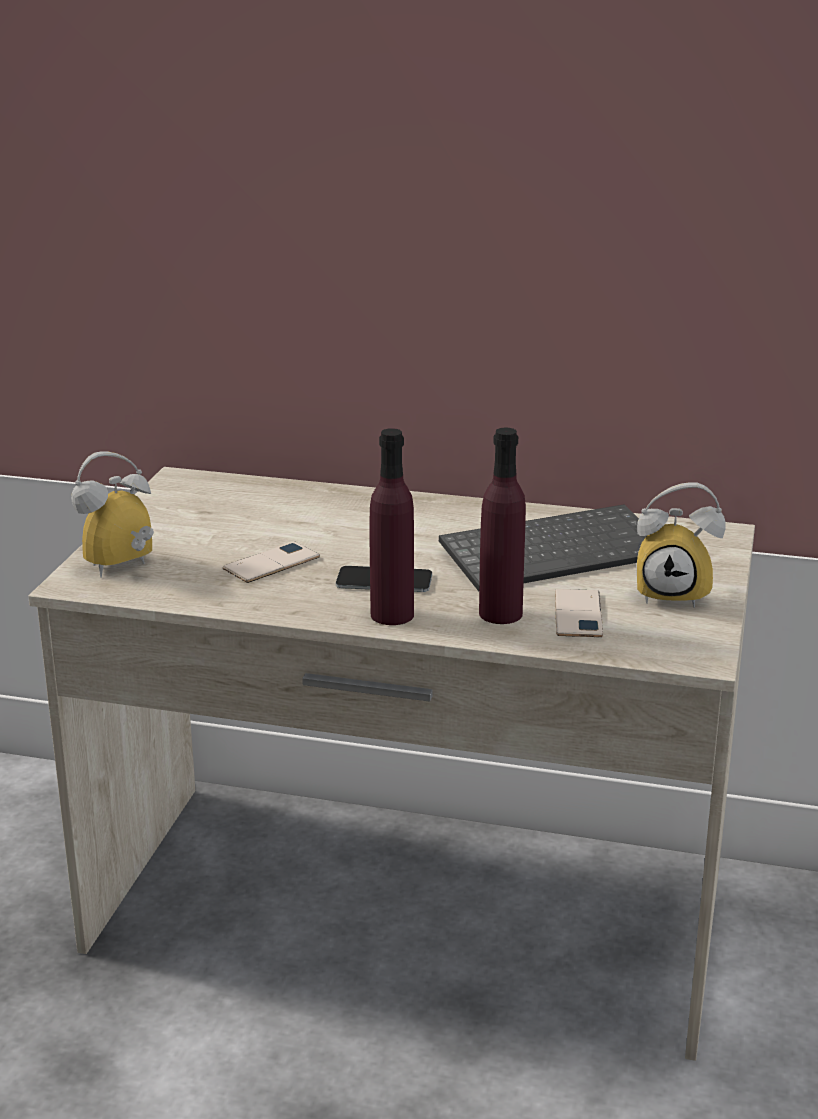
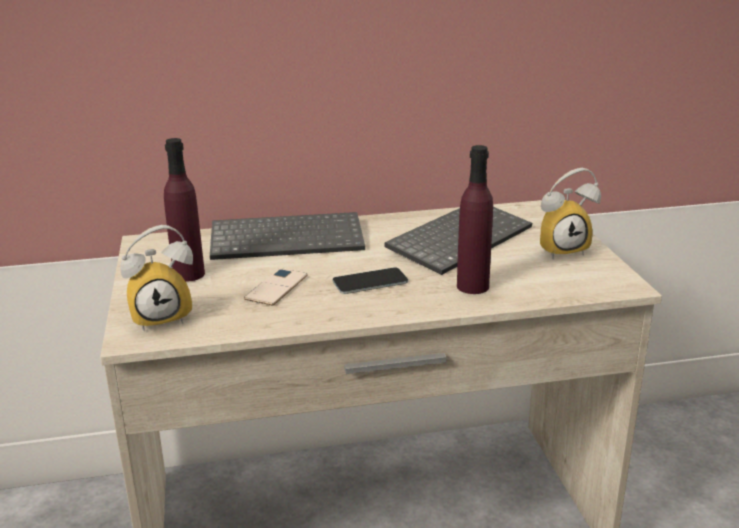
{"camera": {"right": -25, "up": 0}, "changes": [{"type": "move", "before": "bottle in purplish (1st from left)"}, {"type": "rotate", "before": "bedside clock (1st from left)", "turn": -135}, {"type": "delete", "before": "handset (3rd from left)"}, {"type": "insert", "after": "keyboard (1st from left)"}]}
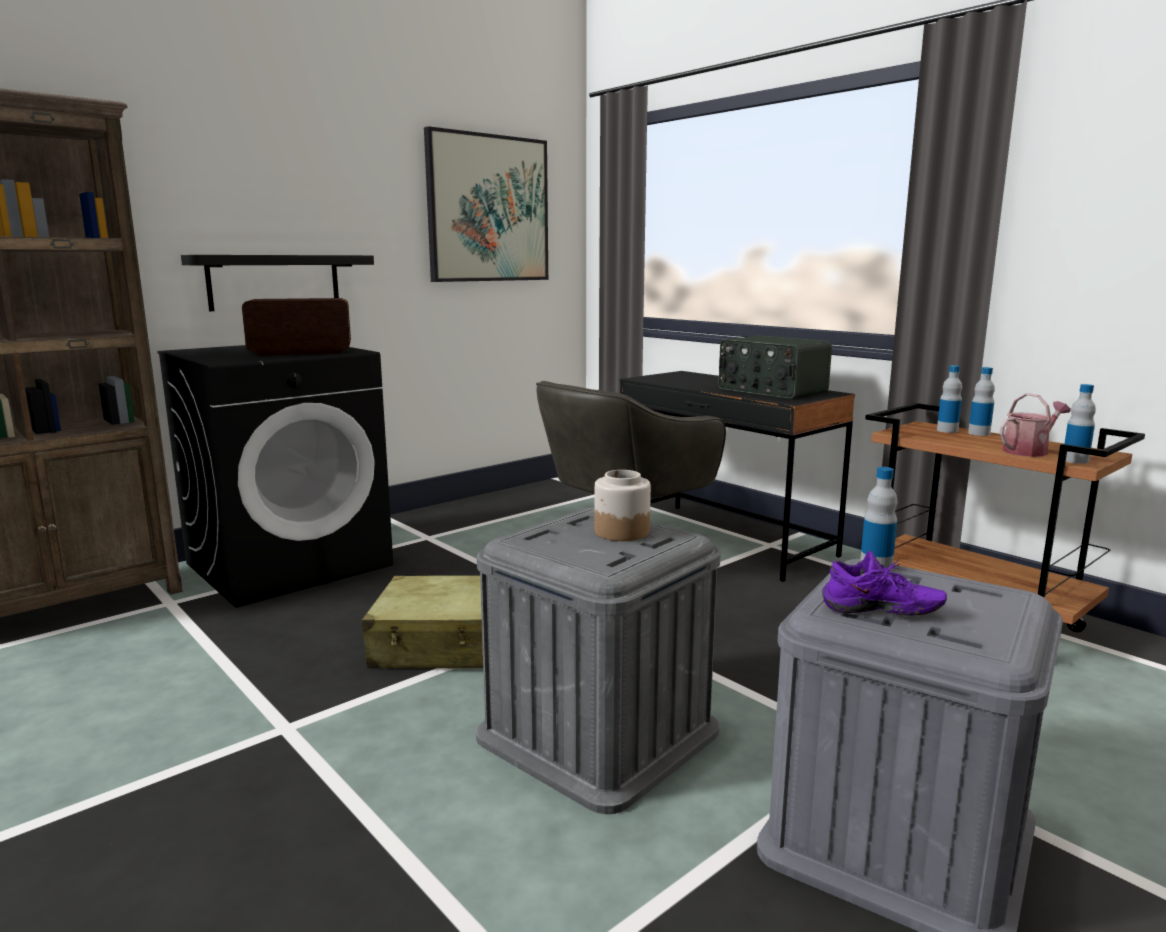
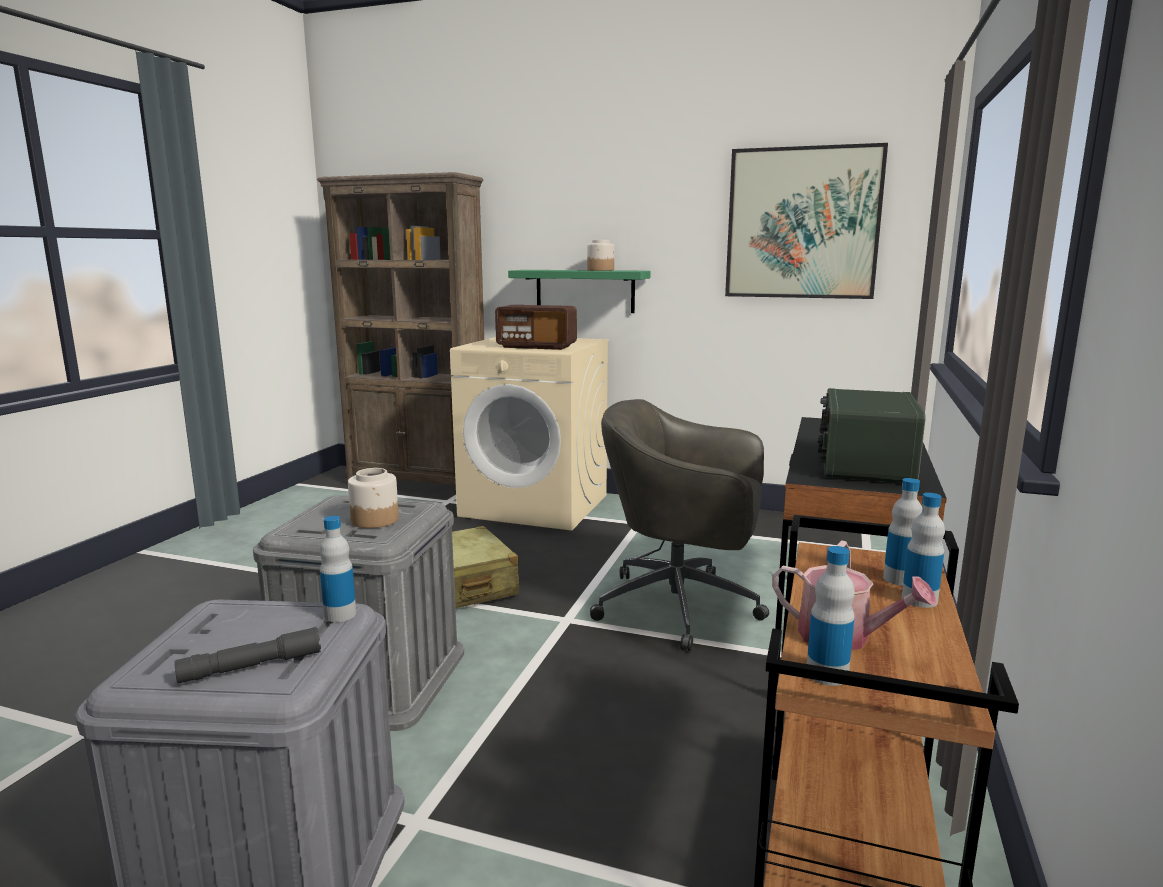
{"camera": {"right": 60, "up": 0}, "changes": [{"type": "recolor", "before": "wall shelf in black", "after": "wall shelf in greenish"}, {"type": "rotate", "before": "radio receiver (1st from left)", "turn": 150}, {"type": "recolor", "before": "laundry appliance in black", "after": "laundry appliance in beige-coloured"}, {"type": "delete", "before": "item of footwear in purplish"}, {"type": "insert", "after": "preserve jar (2nd from left)"}, {"type": "insert", "after": "flashlight in gray"}]}
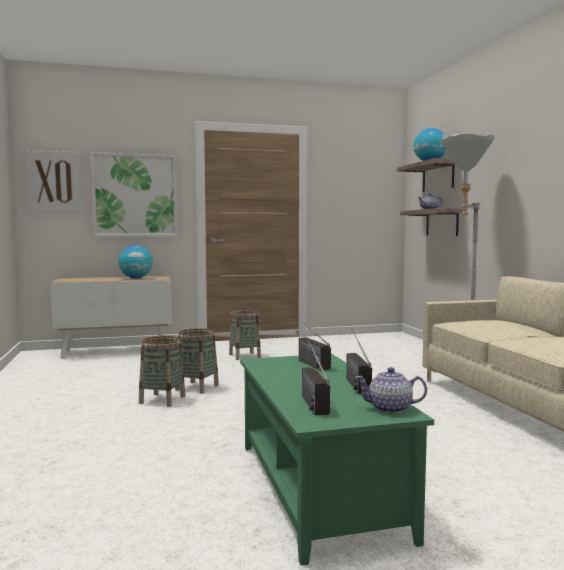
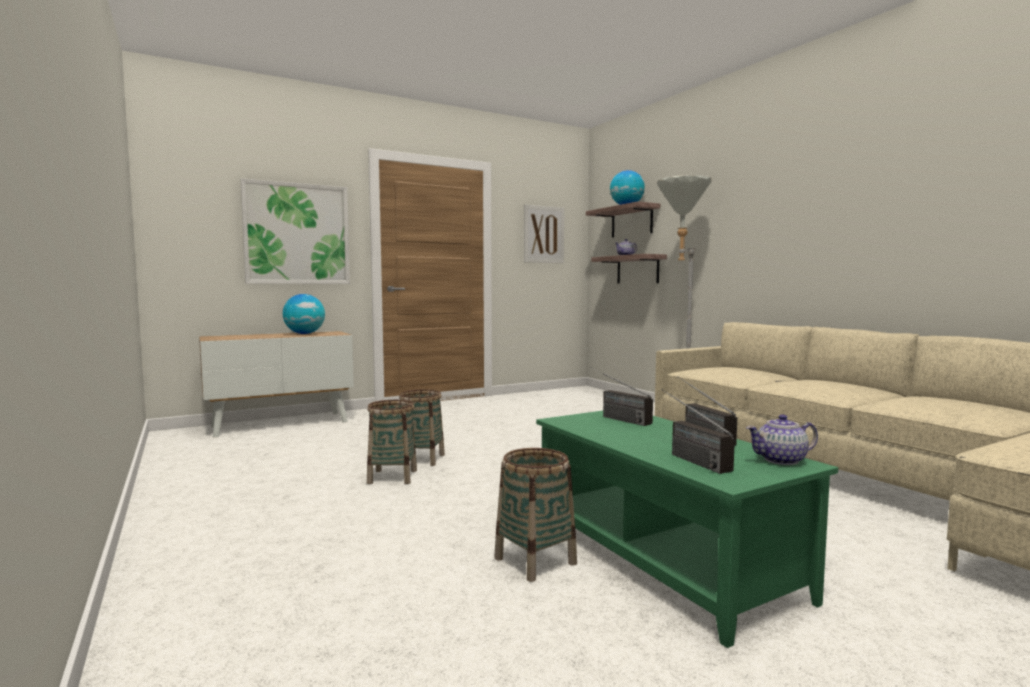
{"camera": {"right": -15, "up": 0}, "changes": [{"type": "move", "before": "wall art (1st from left in the first image)", "after": "wall art (2nd from left)"}, {"type": "move", "before": "storage basket (3rd from left)"}]}
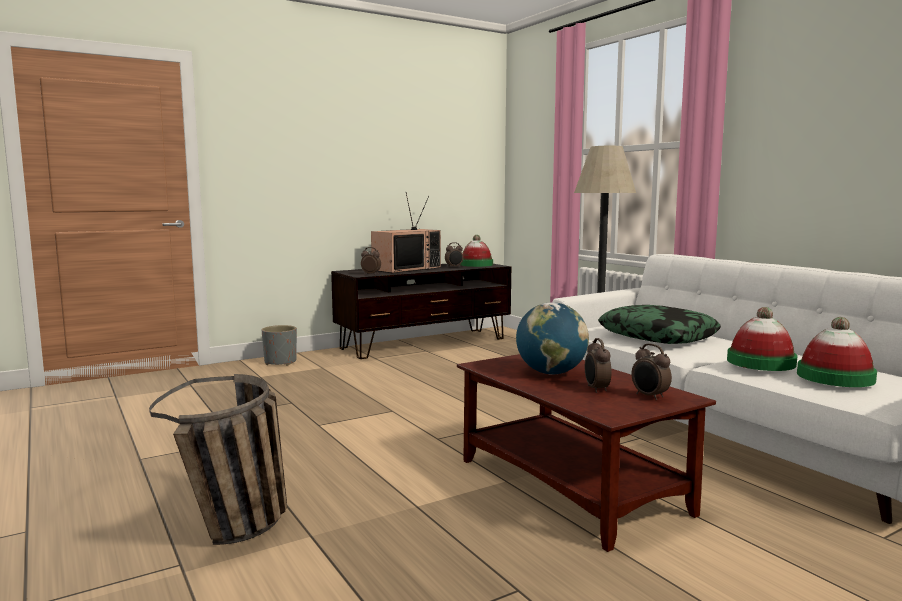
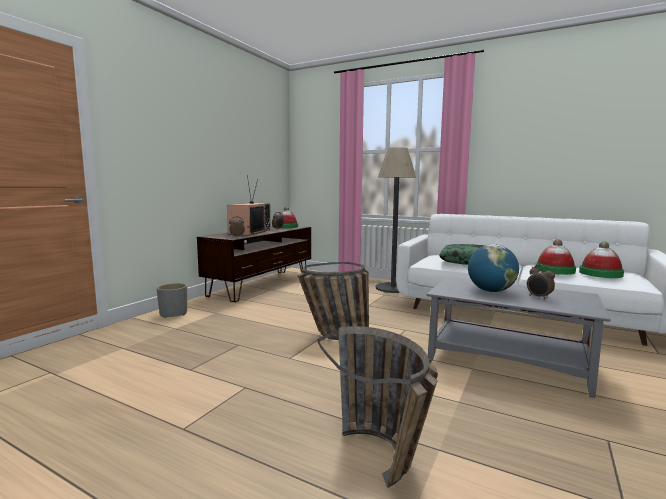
{"camera": {"right": -30, "up": 0}, "changes": [{"type": "delete", "before": "bedside clock (4th from left)"}, {"type": "recolor", "before": "coffee table in brownish", "after": "coffee table in gray"}, {"type": "insert", "after": "storage basket (1st from left)"}]}
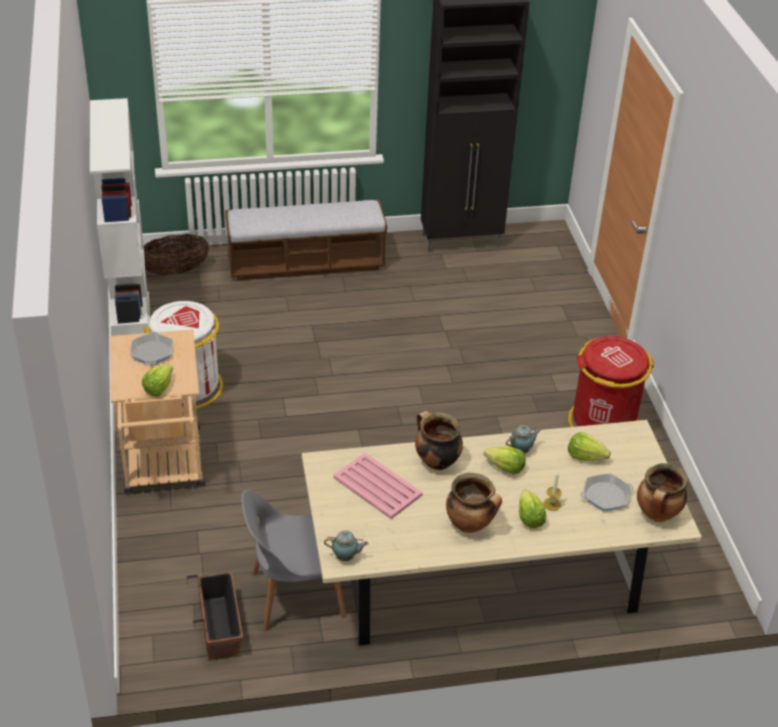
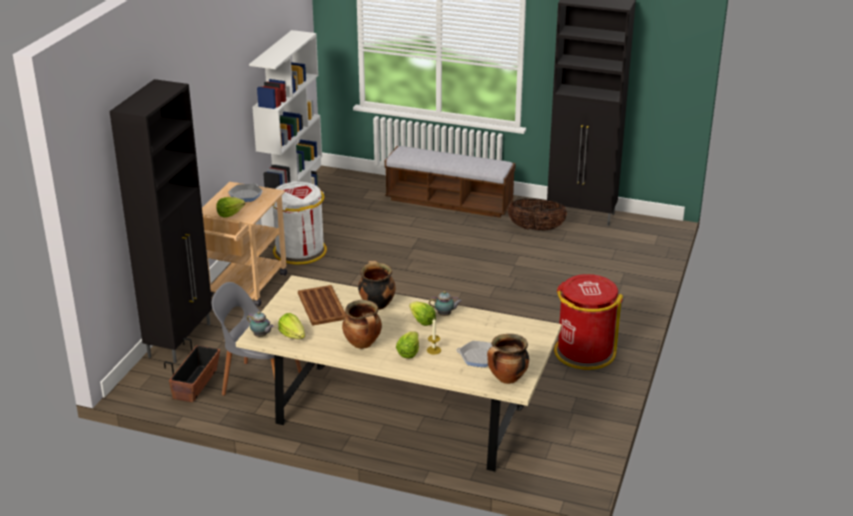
{"camera": {"right": 30, "up": -10}, "changes": [{"type": "move", "before": "storage basket"}, {"type": "move", "before": "lettuce (4th from left in the first image)", "after": "lettuce (2nd from left)"}, {"type": "recolor", "before": "tray in pink-coloured", "after": "tray in brownish"}, {"type": "insert", "after": "cabinet in black (1st from left)"}]}
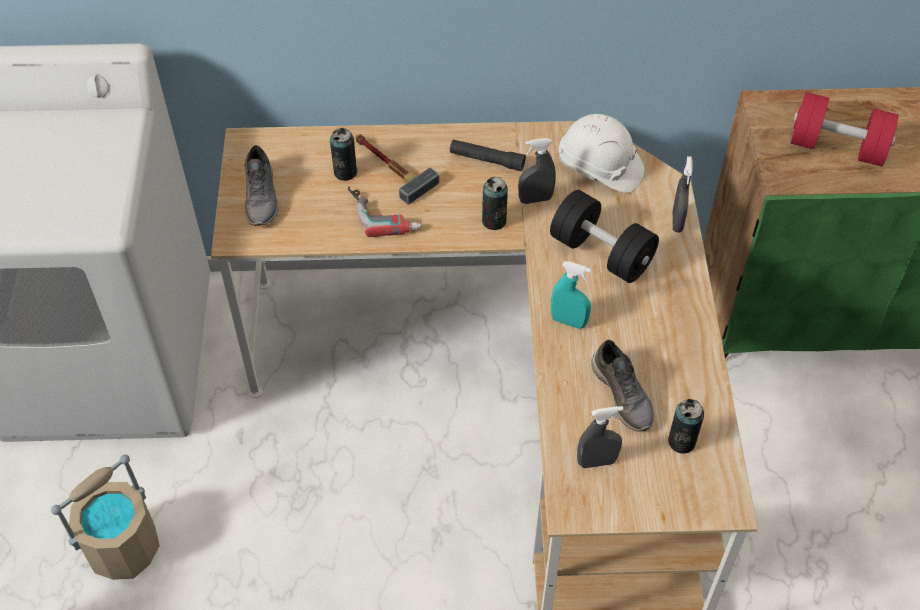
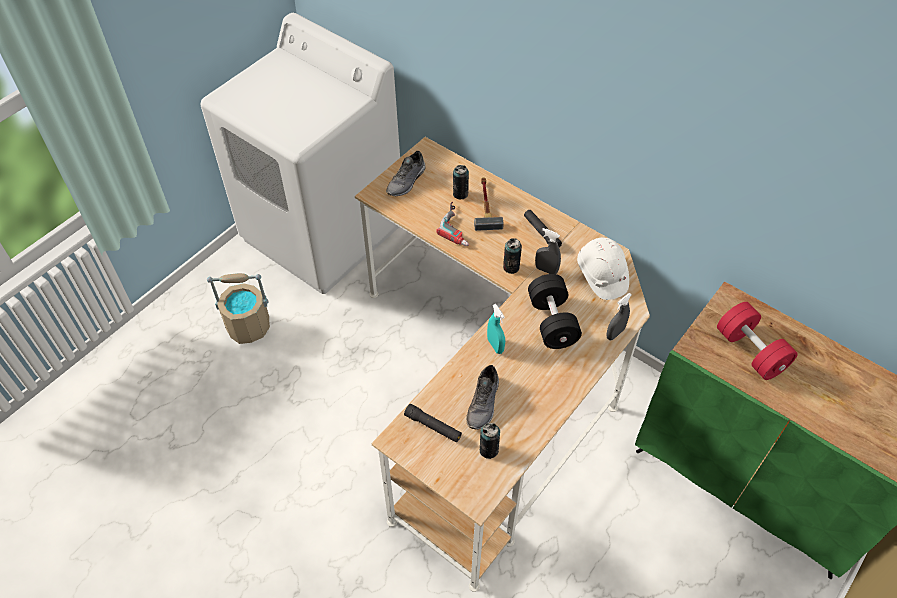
{"camera": {"right": 40, "up": 0}, "changes": [{"type": "replace", "before": "spray bottle in gray (2nd from left)", "after": "flashlight in black (1st from left)"}]}
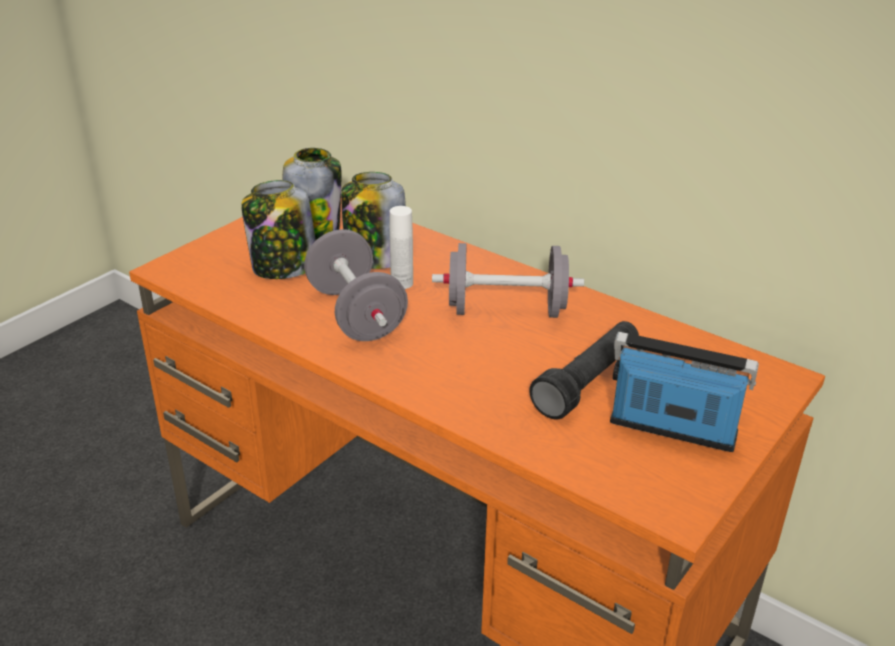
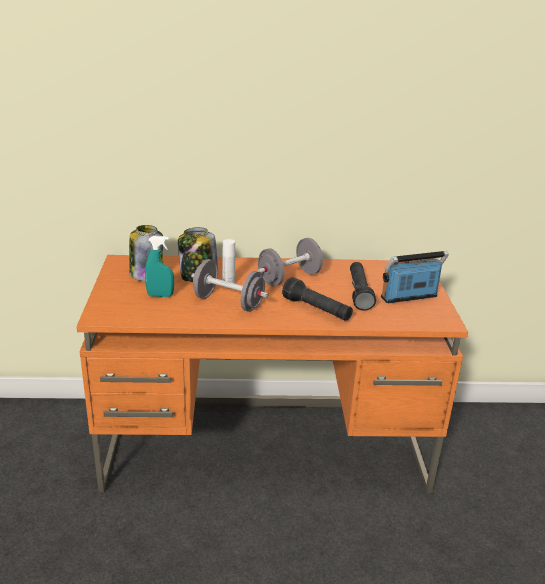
{"camera": {"right": -40, "up": -5}, "changes": [{"type": "replace", "before": "preserve jar (1st from left)", "after": "spray bottle in turquoise"}, {"type": "insert", "after": "flashlight in black (1st from left)"}]}
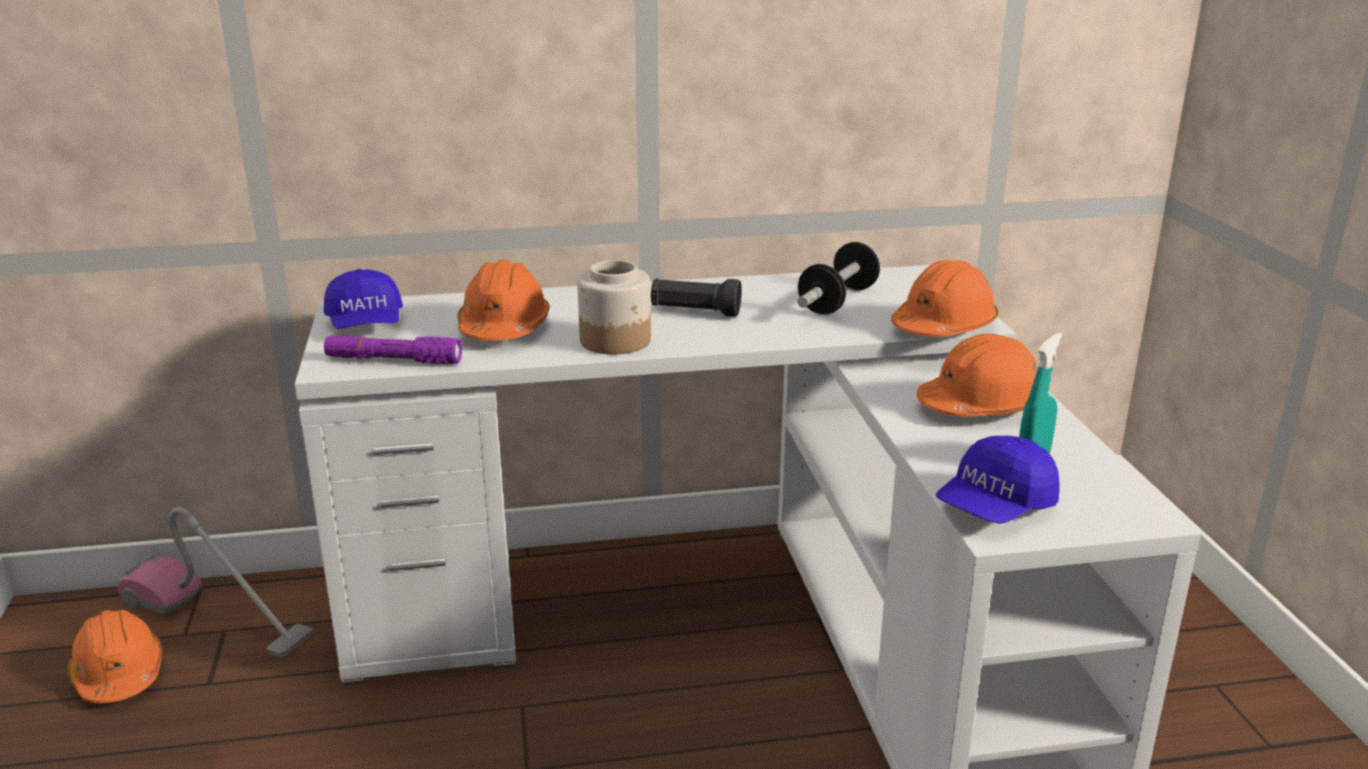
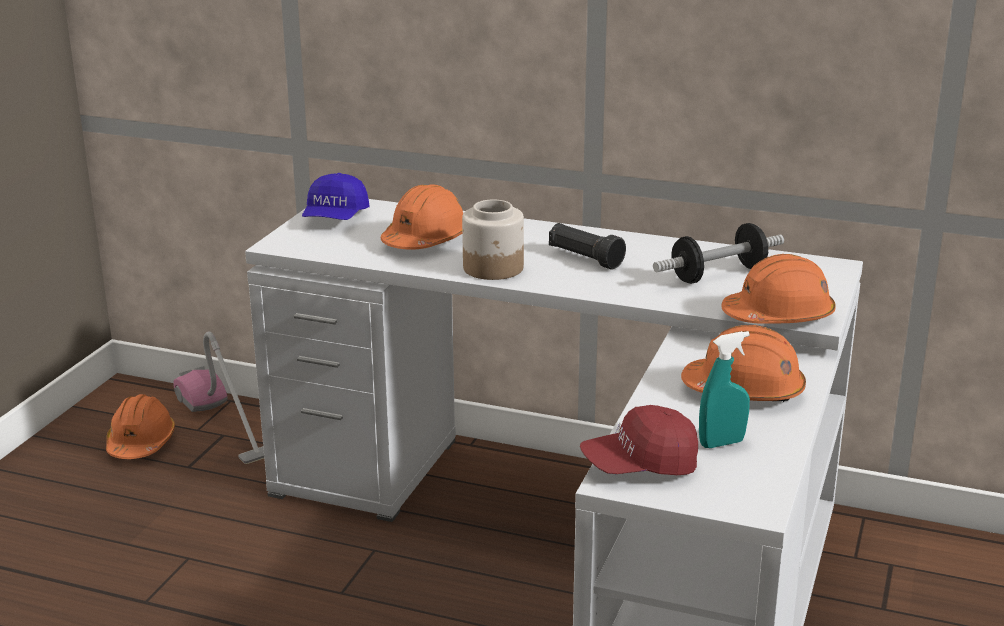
{"camera": {"right": 30, "up": 0}, "changes": [{"type": "delete", "before": "flashlight in purplish"}, {"type": "recolor", "before": "peaked cap in blue-coloured (2nd from left)", "after": "peaked cap in reddish"}]}
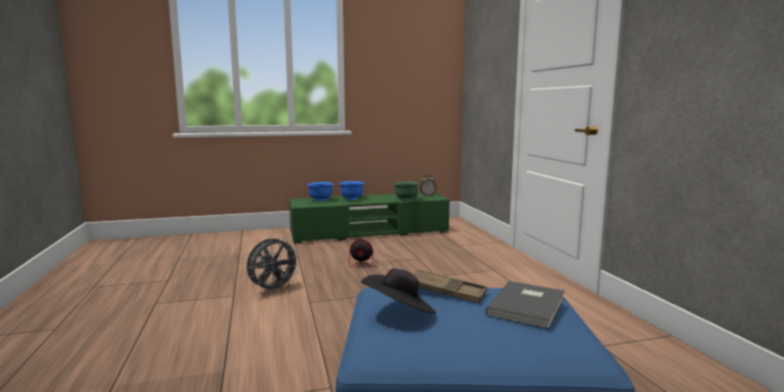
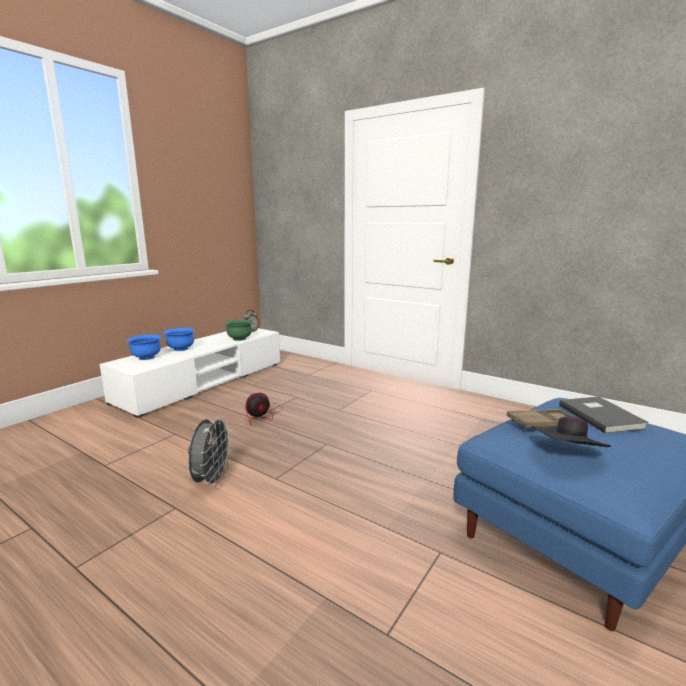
{"camera": {"right": -40, "up": 5}, "changes": [{"type": "recolor", "before": "media console in greenish", "after": "media console in white"}]}
